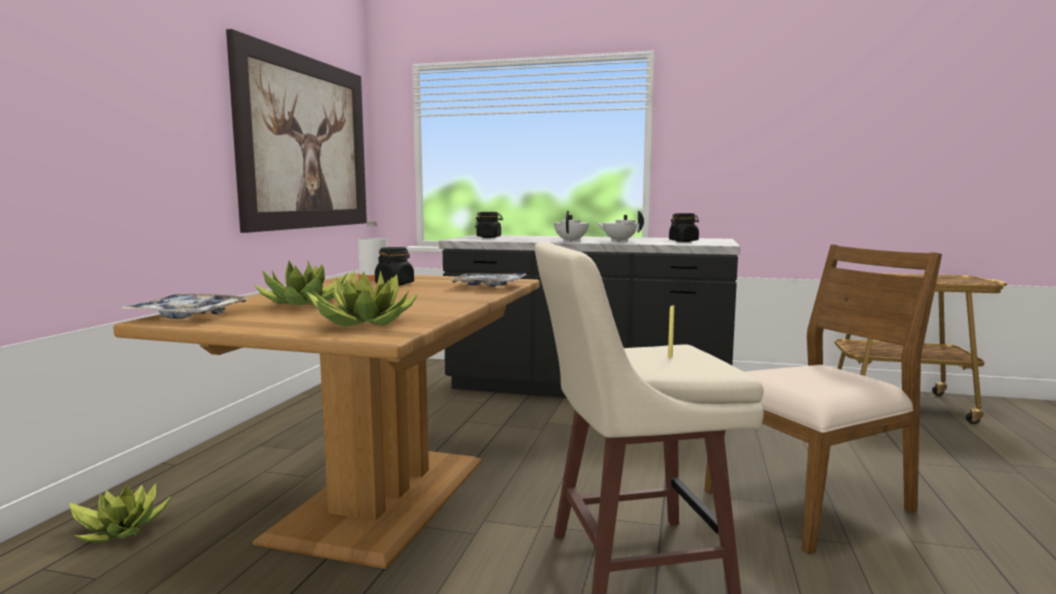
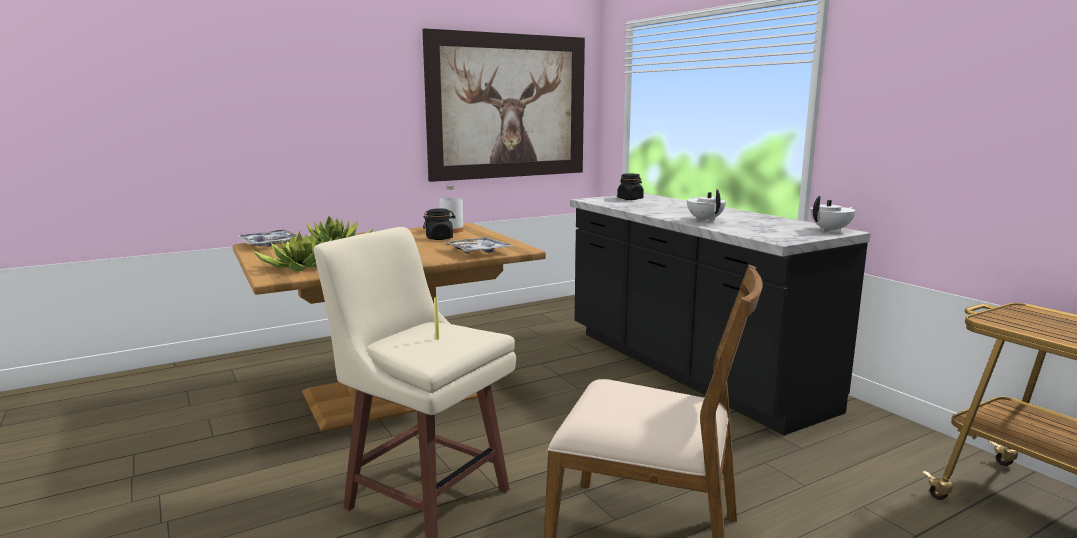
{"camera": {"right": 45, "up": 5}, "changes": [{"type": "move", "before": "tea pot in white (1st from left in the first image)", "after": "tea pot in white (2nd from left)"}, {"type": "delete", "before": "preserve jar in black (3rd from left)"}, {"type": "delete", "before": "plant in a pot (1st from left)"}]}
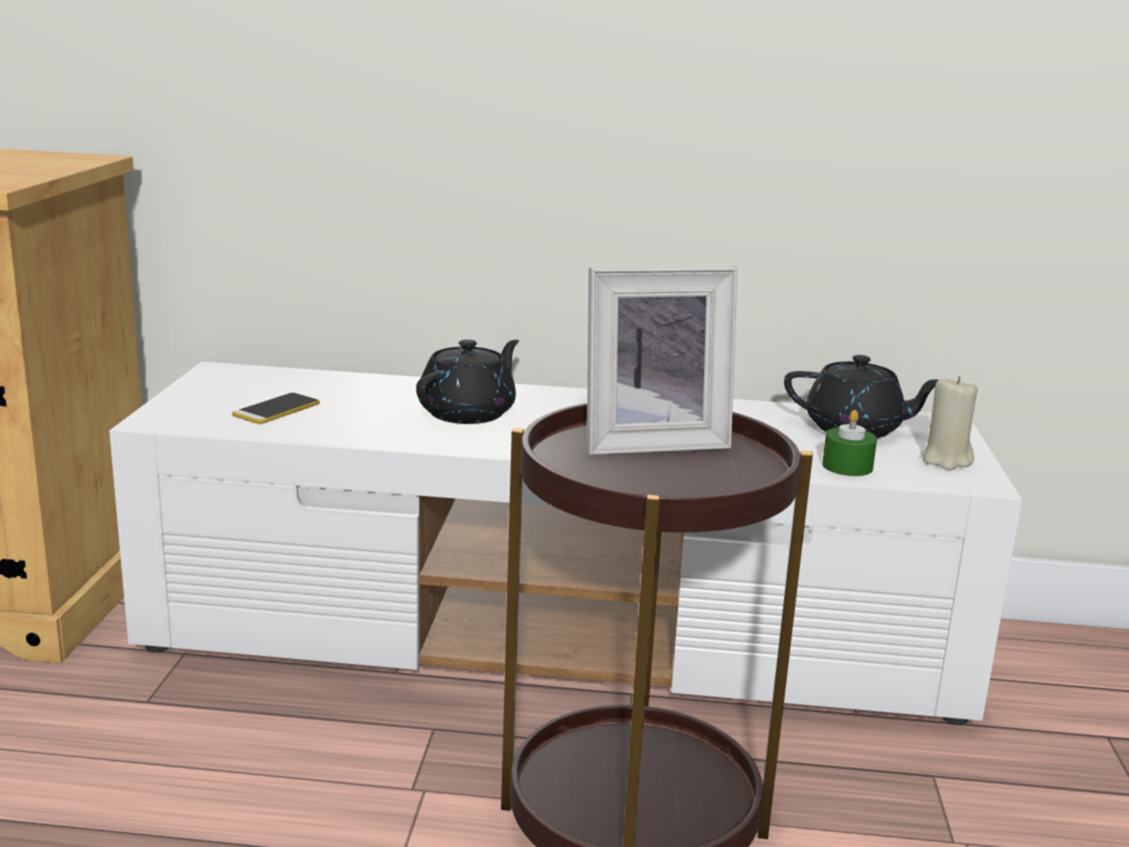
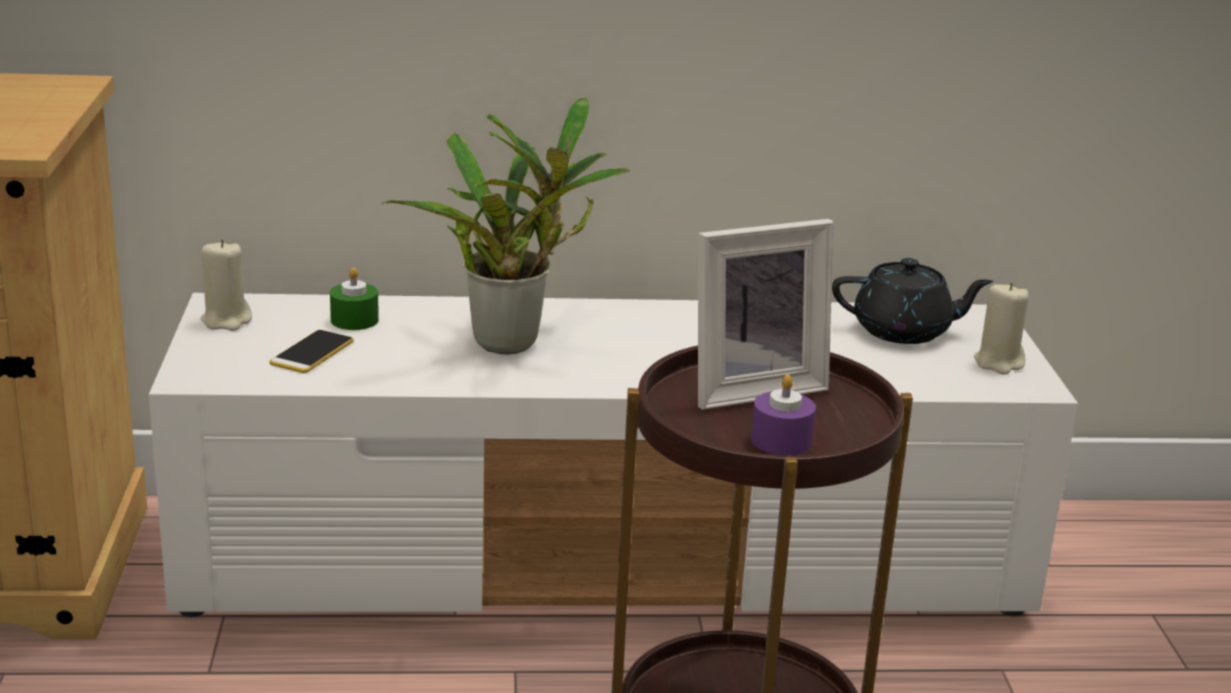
{"camera": {"right": -10, "up": 5}, "changes": [{"type": "replace", "before": "tea pot in black (1st from left)", "after": "plant in a pot"}, {"type": "move", "before": "candle in greenish"}, {"type": "insert", "after": "candle in beige-coloured (1st from left)"}, {"type": "insert", "after": "candle in purplish"}]}
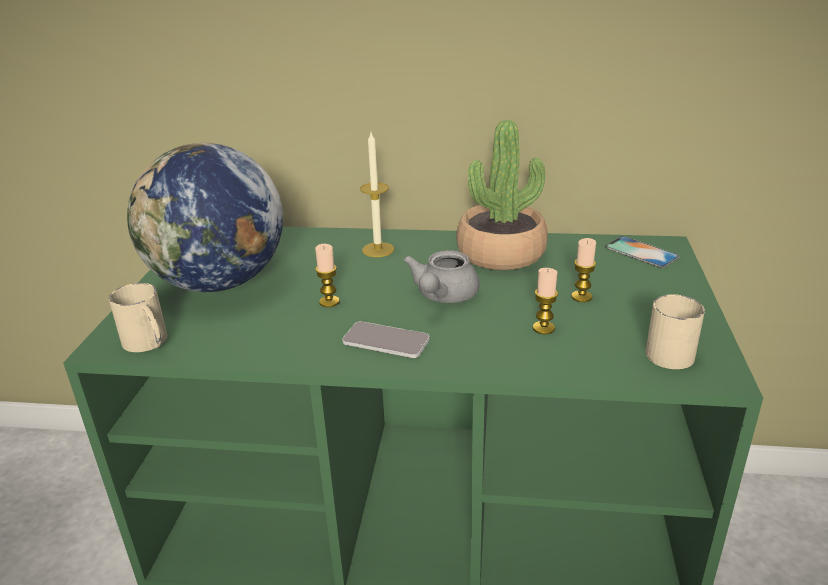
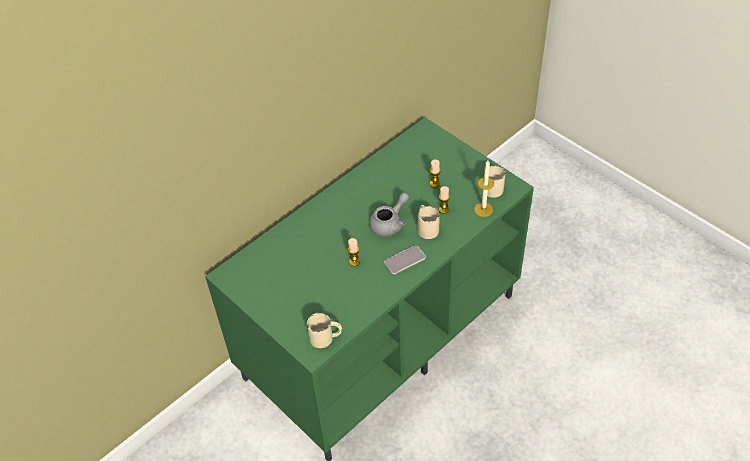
{"camera": {"right": -50, "up": 20}, "changes": [{"type": "delete", "before": "plant in a pot"}, {"type": "move", "before": "candle (2nd from left in the first image)", "after": "candle (4th from left)"}, {"type": "delete", "before": "world globe"}, {"type": "delete", "before": "handset (2nd from left)"}, {"type": "rotate", "before": "tea pot in gray", "turn": -105}, {"type": "insert", "after": "coffee mug in beige-coloured (2nd from left)"}]}
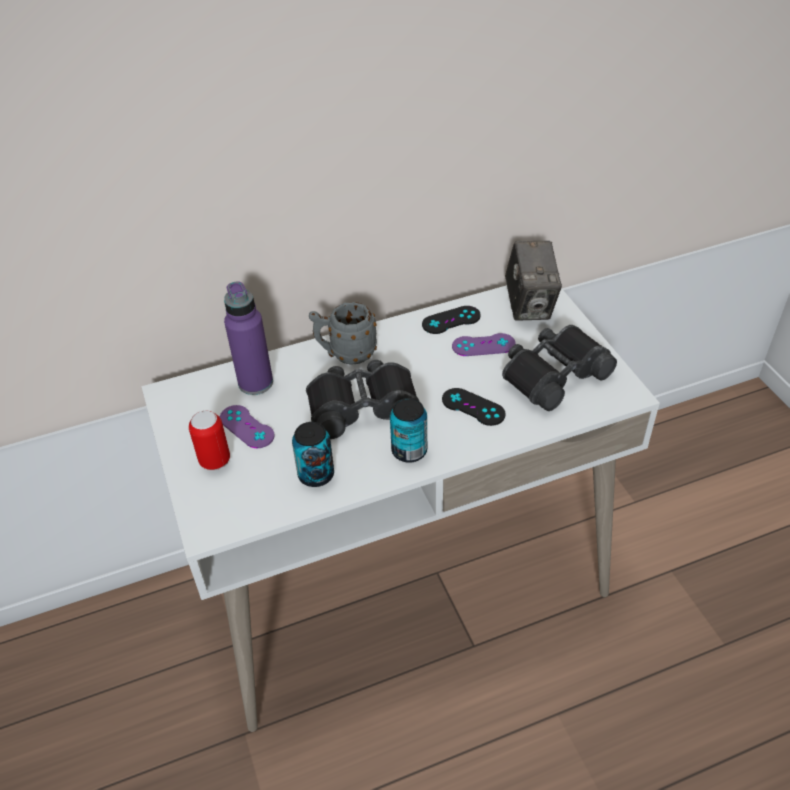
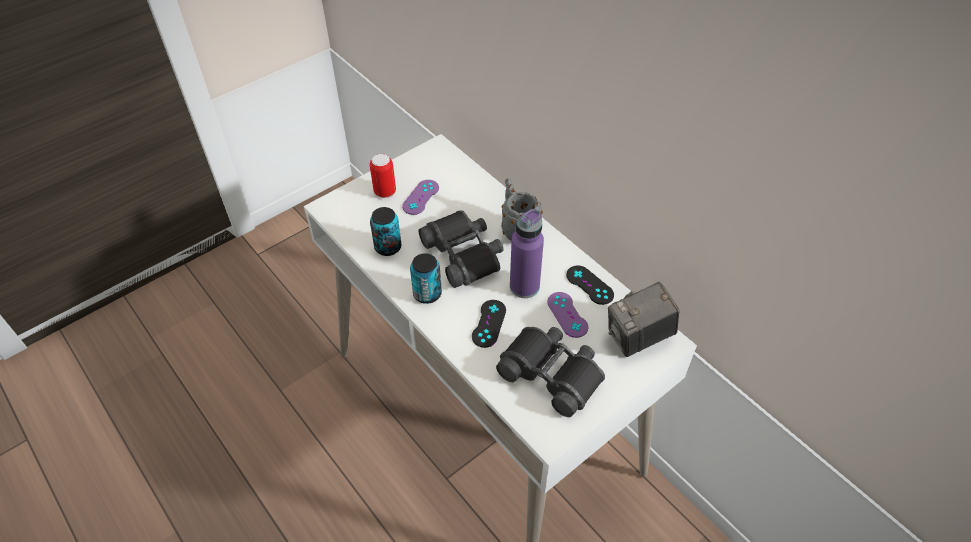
{"camera": {"right": 70, "up": 5}, "changes": [{"type": "move", "before": "bottle in purplish"}]}
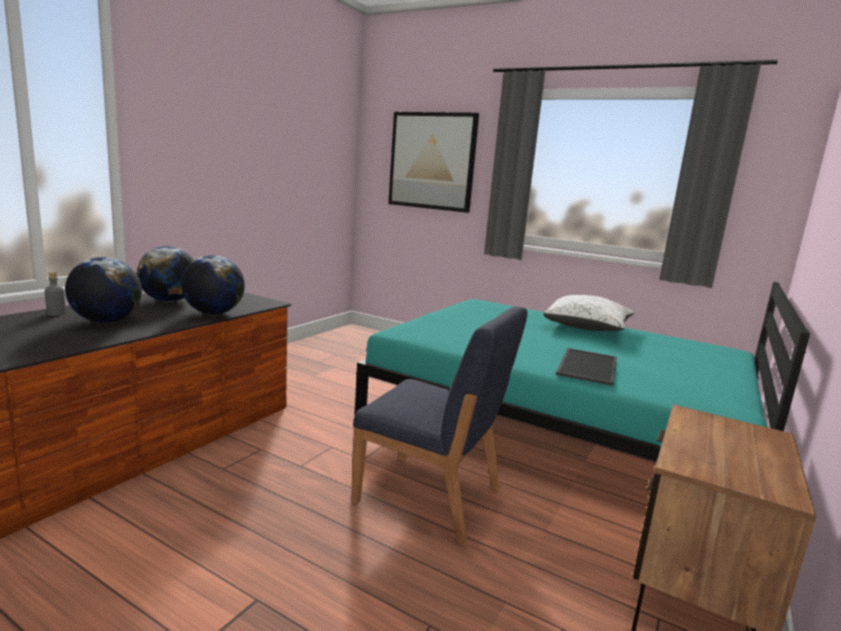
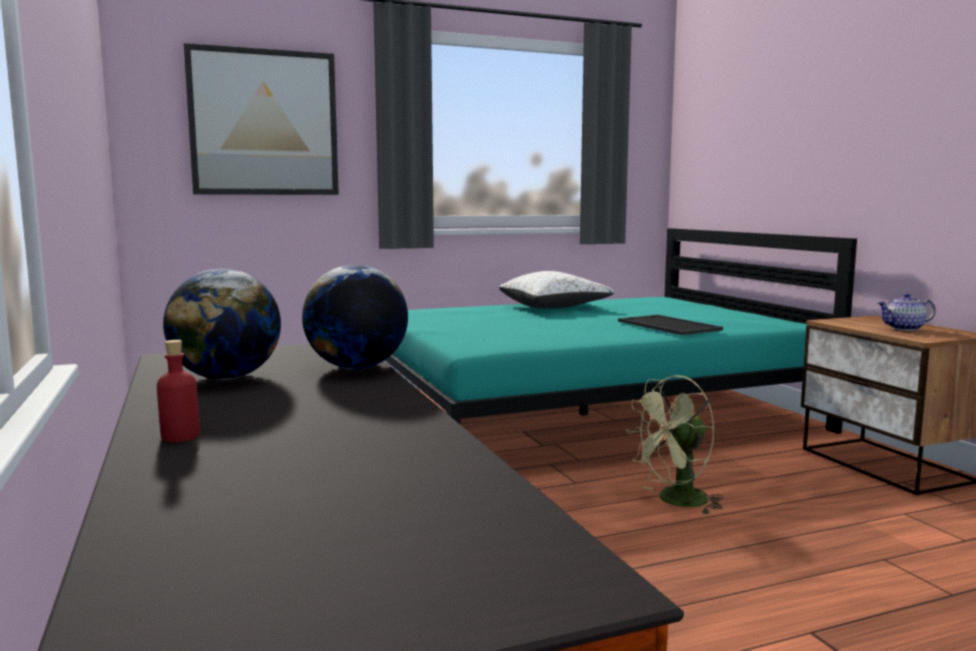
{"camera": {"right": -50, "up": -5}, "changes": [{"type": "delete", "before": "world globe (1st from left)"}, {"type": "recolor", "before": "bottle in gray", "after": "bottle in reddish"}, {"type": "replace", "before": "upright chair in blue-coloured", "after": "fan in greenish"}, {"type": "insert", "after": "tea pot"}]}
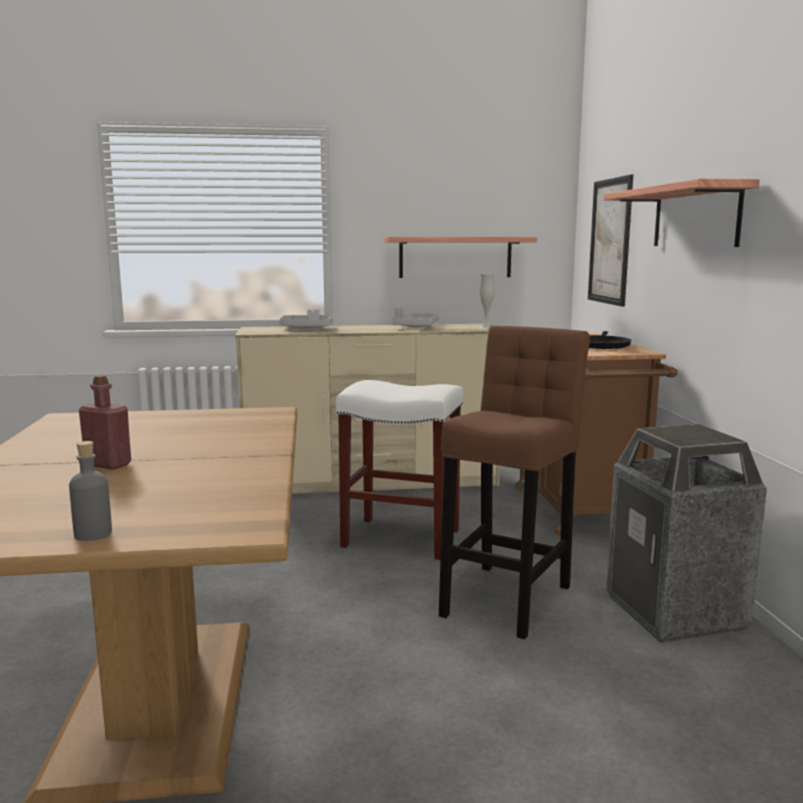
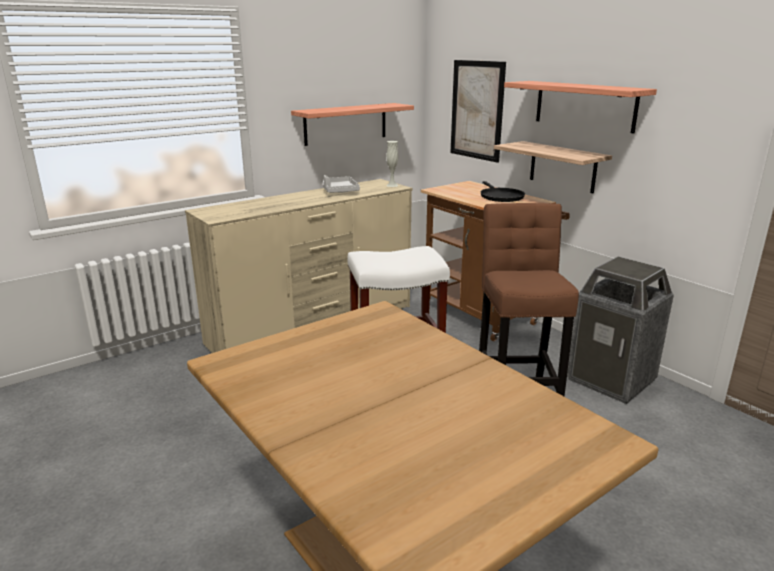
{"camera": {"right": -30, "up": 10}, "changes": [{"type": "delete", "before": "tray in gray (1st from left)"}, {"type": "delete", "before": "bottle in reddish"}, {"type": "delete", "before": "bottle in gray"}, {"type": "insert", "after": "wall shelf (2nd from left)"}]}
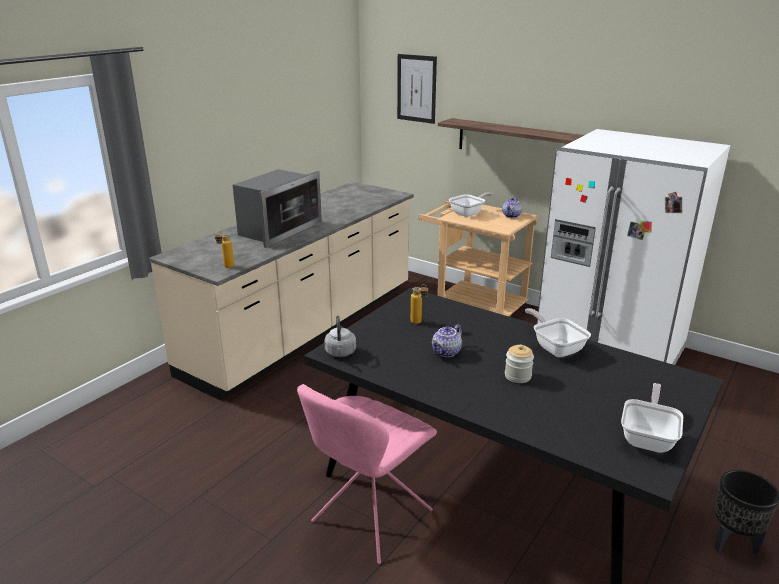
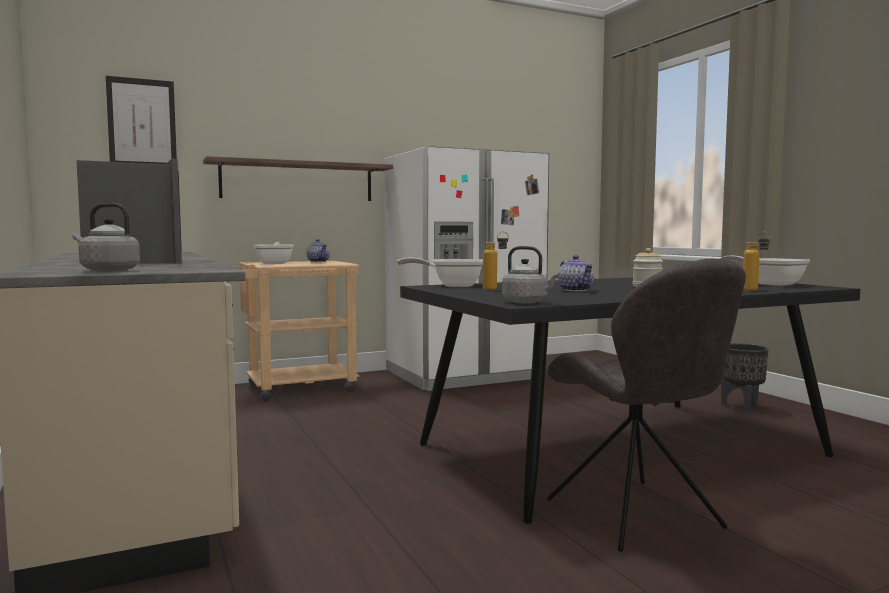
{"camera": {"right": -60, "up": -20}, "changes": [{"type": "move", "before": "bottle (1st from left in the first image)", "after": "bottle (2nd from left)"}, {"type": "move", "before": "pan (2nd from left)"}, {"type": "recolor", "before": "upright chair in pink-coloured", "after": "upright chair in gray"}, {"type": "insert", "after": "tea kettle in gray (1st from left)"}]}
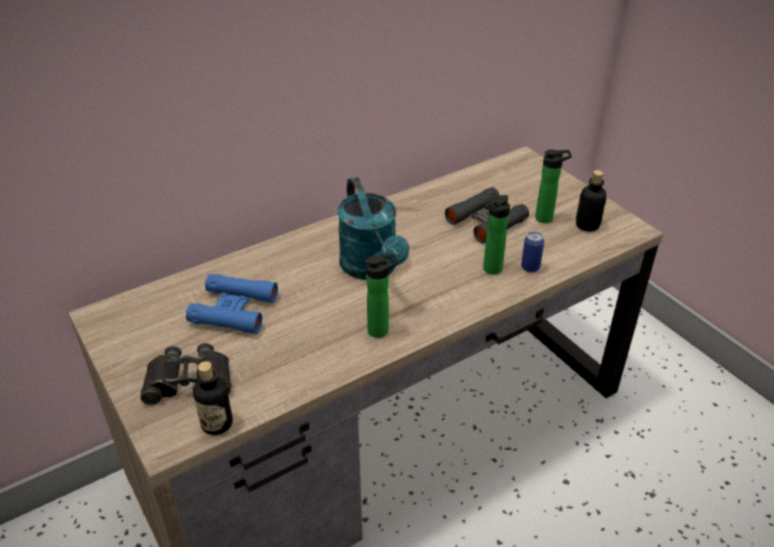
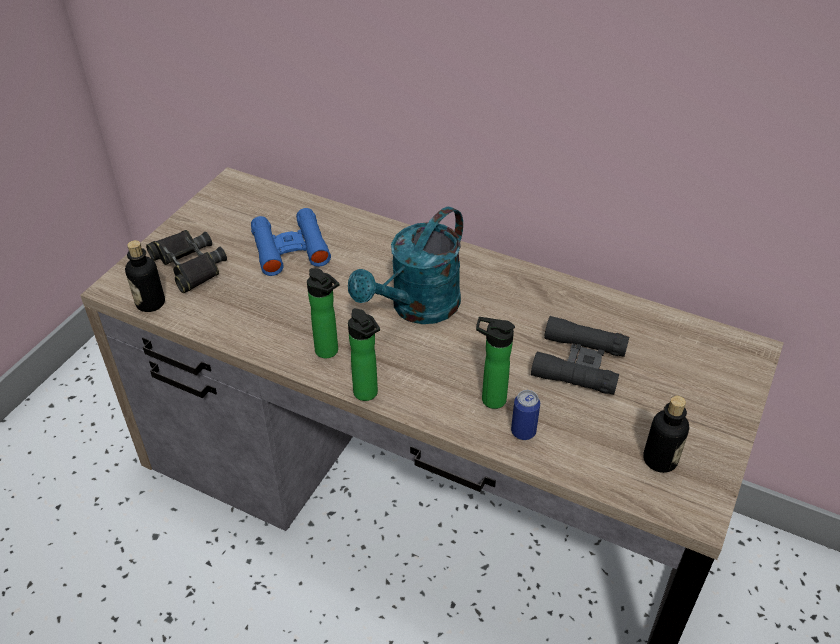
{"camera": {"right": 60, "up": 5}, "changes": [{"type": "move", "before": "bottle (4th from left in the first image)", "after": "bottle (3rd from left)"}]}
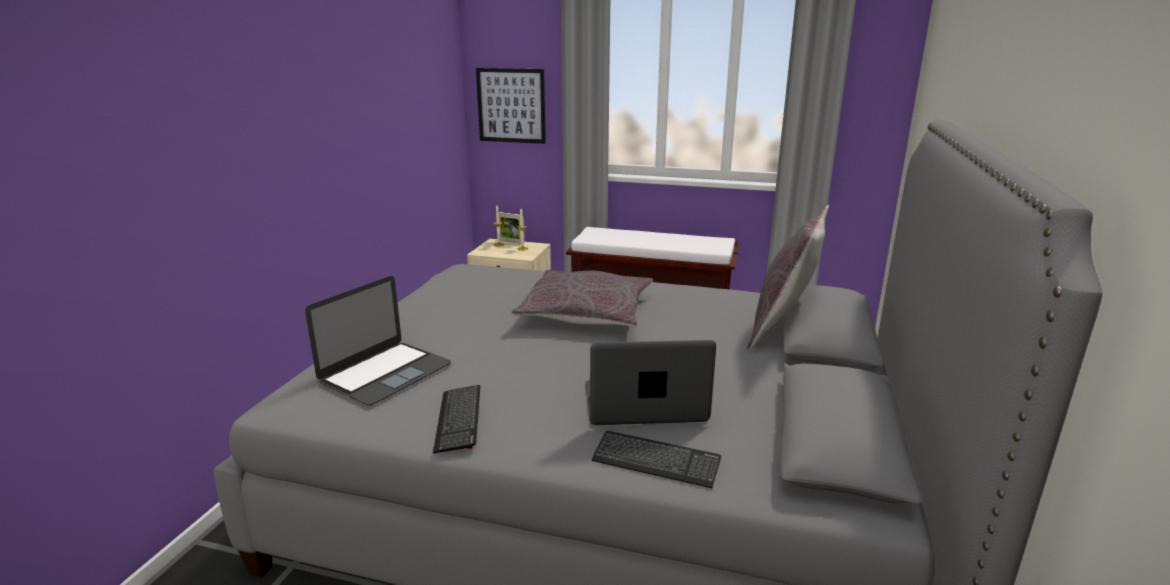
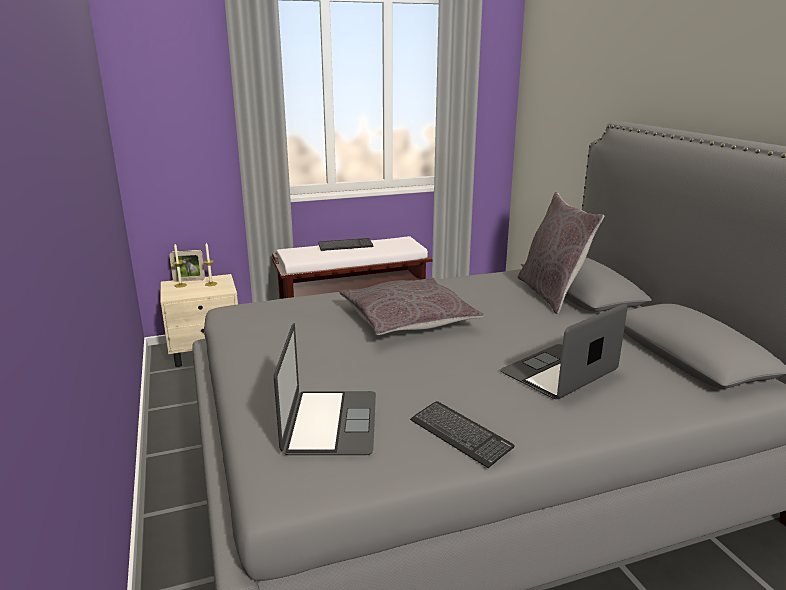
{"camera": {"right": -35, "up": 0}, "changes": [{"type": "delete", "before": "wall art"}, {"type": "move", "before": "keyboard (2nd from left in the first image)", "after": "keyboard (1st from left)"}]}
